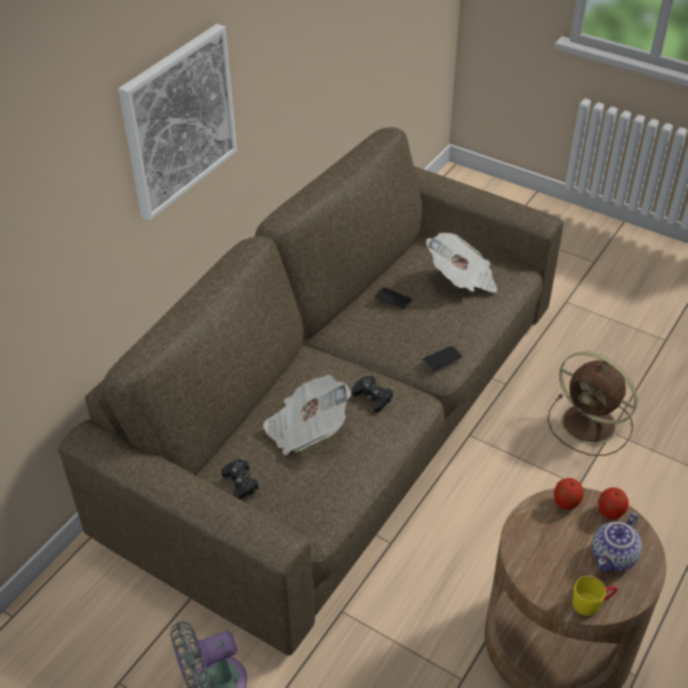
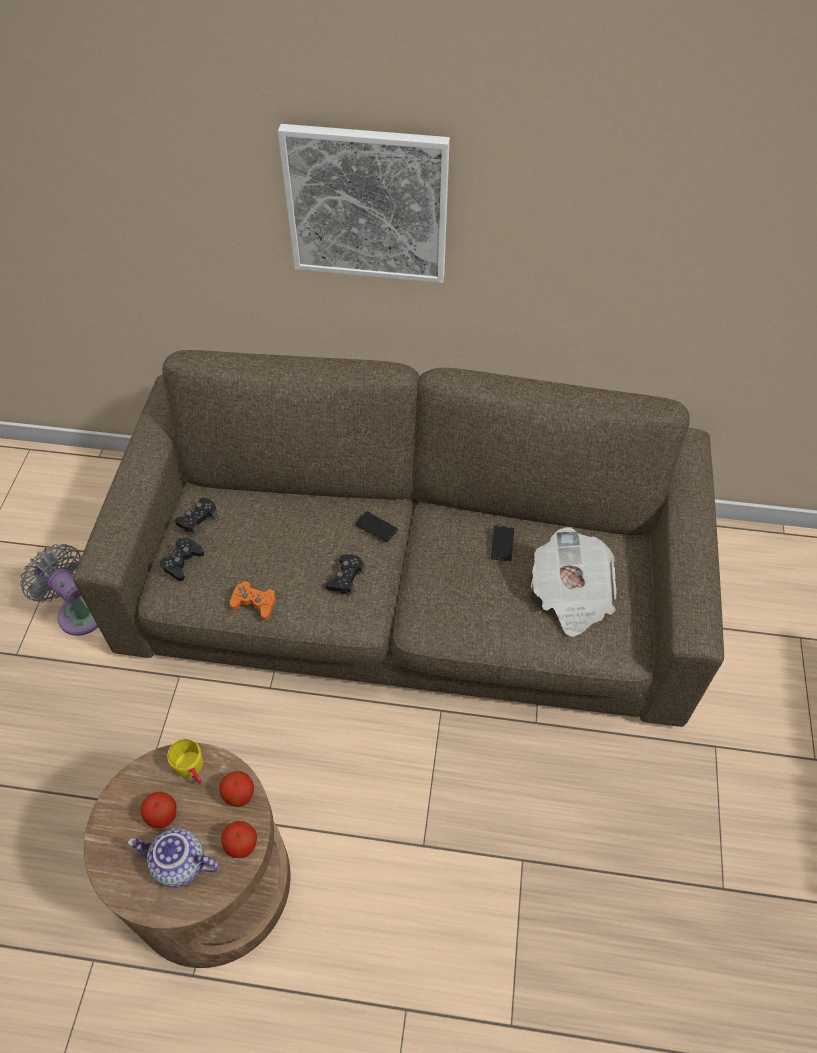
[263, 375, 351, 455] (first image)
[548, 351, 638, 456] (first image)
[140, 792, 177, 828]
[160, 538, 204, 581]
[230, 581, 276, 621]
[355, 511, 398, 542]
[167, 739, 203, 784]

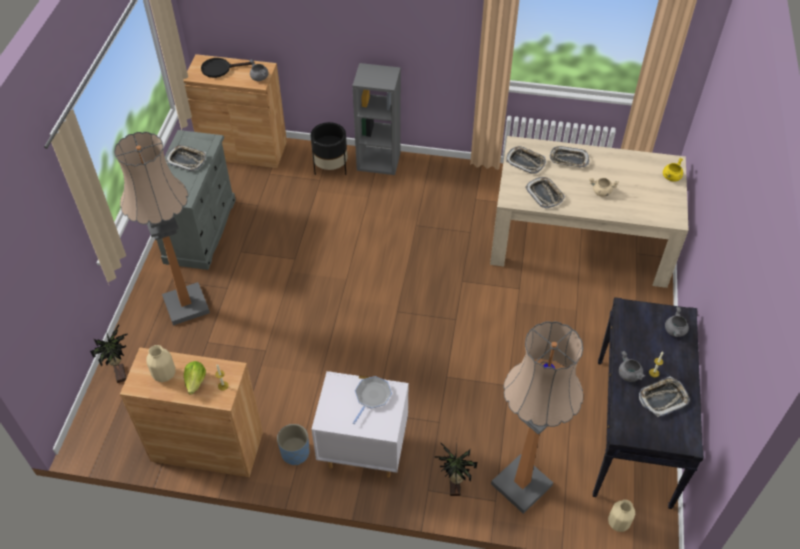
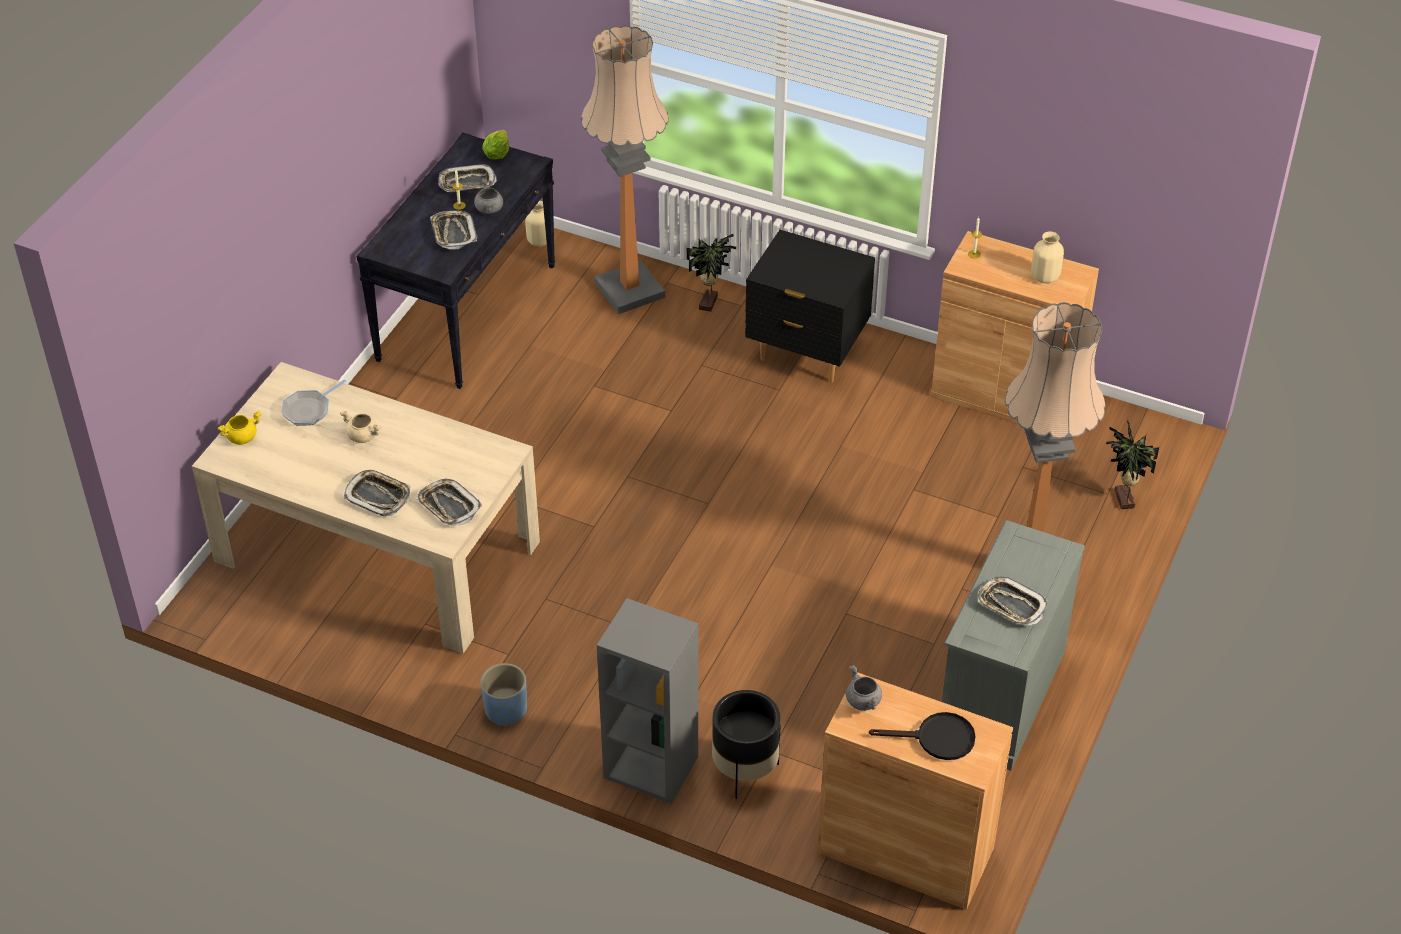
[665, 307, 689, 337] (first image)
[482, 129, 509, 160]
[480, 663, 527, 726]
[281, 380, 346, 426]
[430, 210, 477, 250]
[745, 230, 875, 382]

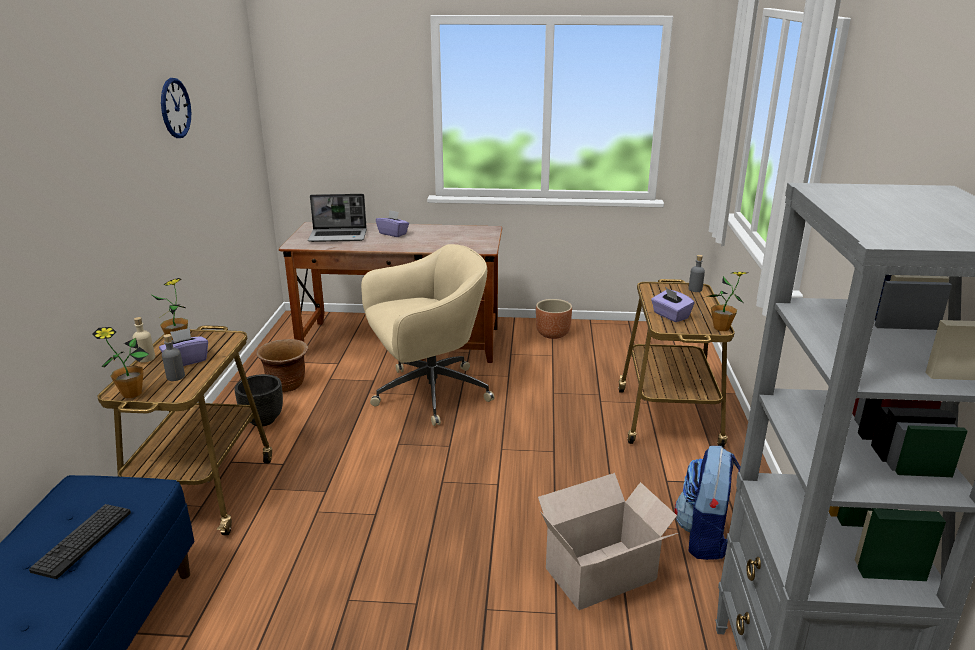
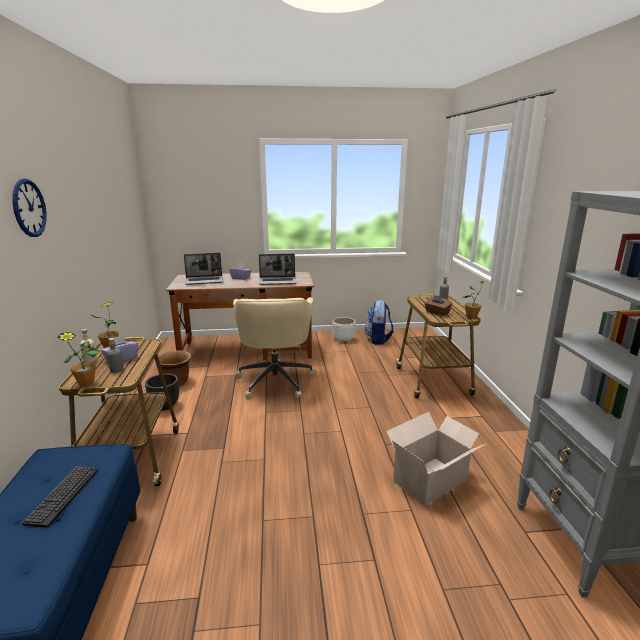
[259, 254, 296, 285]
[12, 178, 47, 237]
[365, 300, 393, 345]
[333, 317, 356, 342]
[424, 295, 452, 316]
[233, 297, 316, 399]

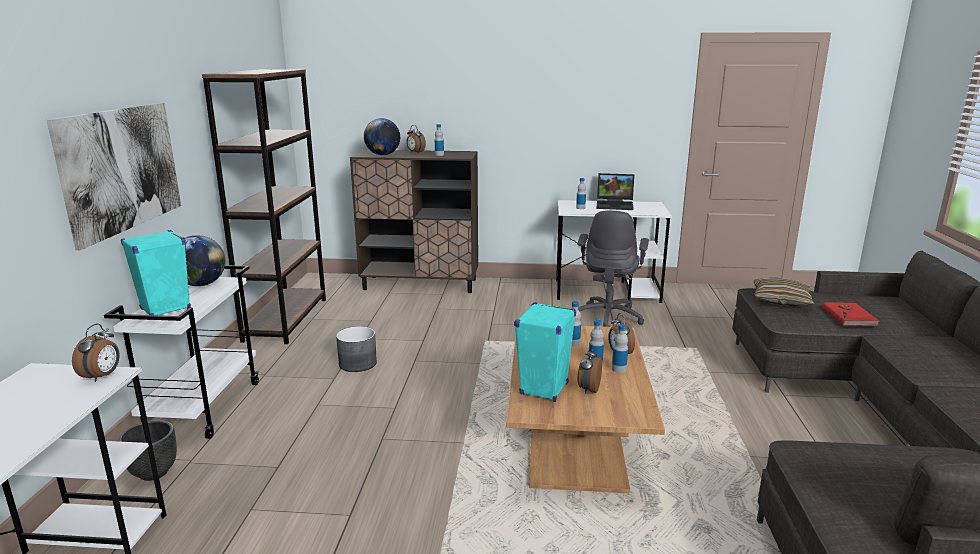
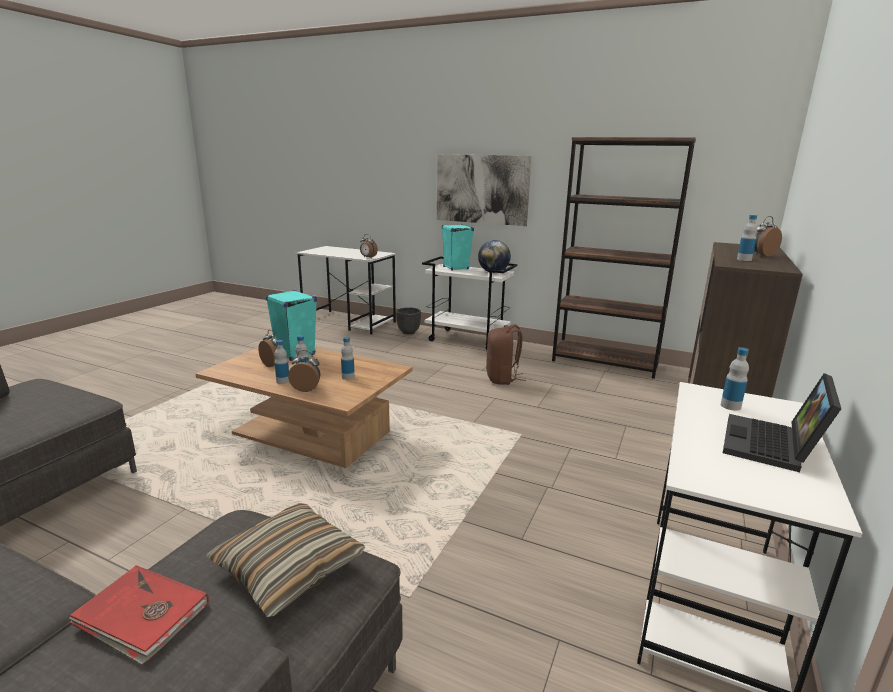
[364, 118, 400, 155] (first image)
[577, 210, 649, 327] (first image)
[486, 324, 526, 385]

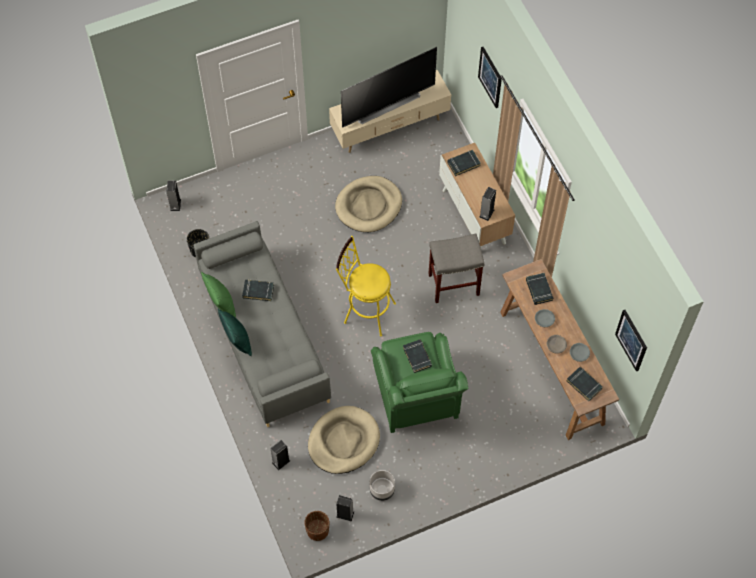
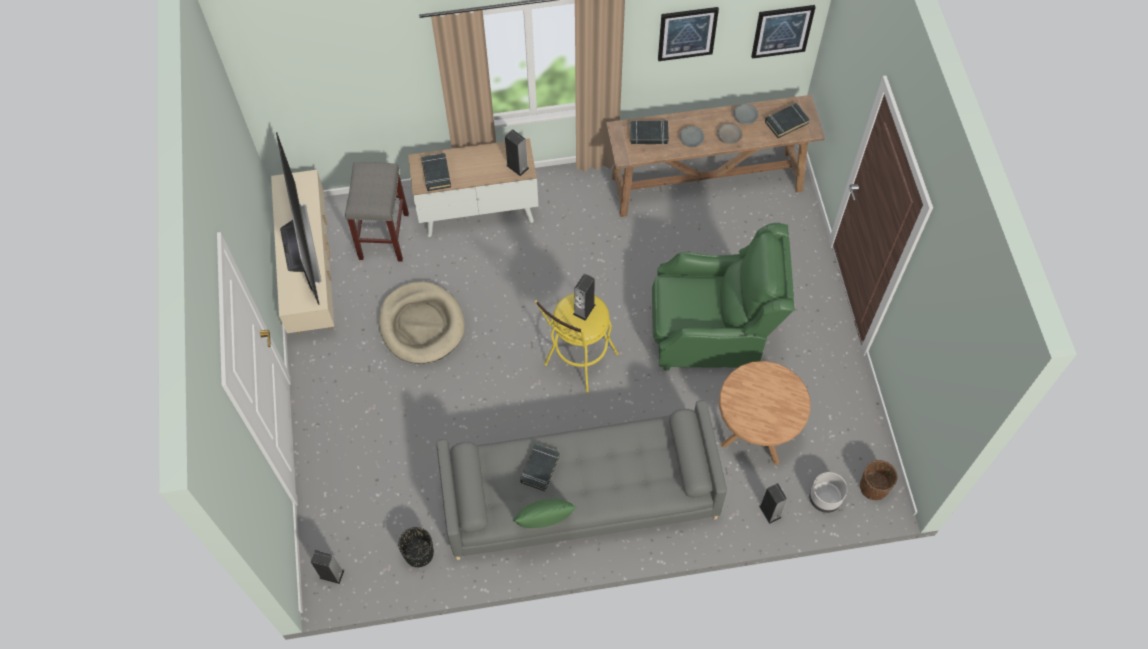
[218, 309, 252, 356] (first image)
[403, 339, 432, 373] (first image)
[573, 273, 595, 321]
[809, 472, 847, 513]
[345, 162, 409, 262]
[658, 7, 719, 61]
[719, 361, 811, 465]

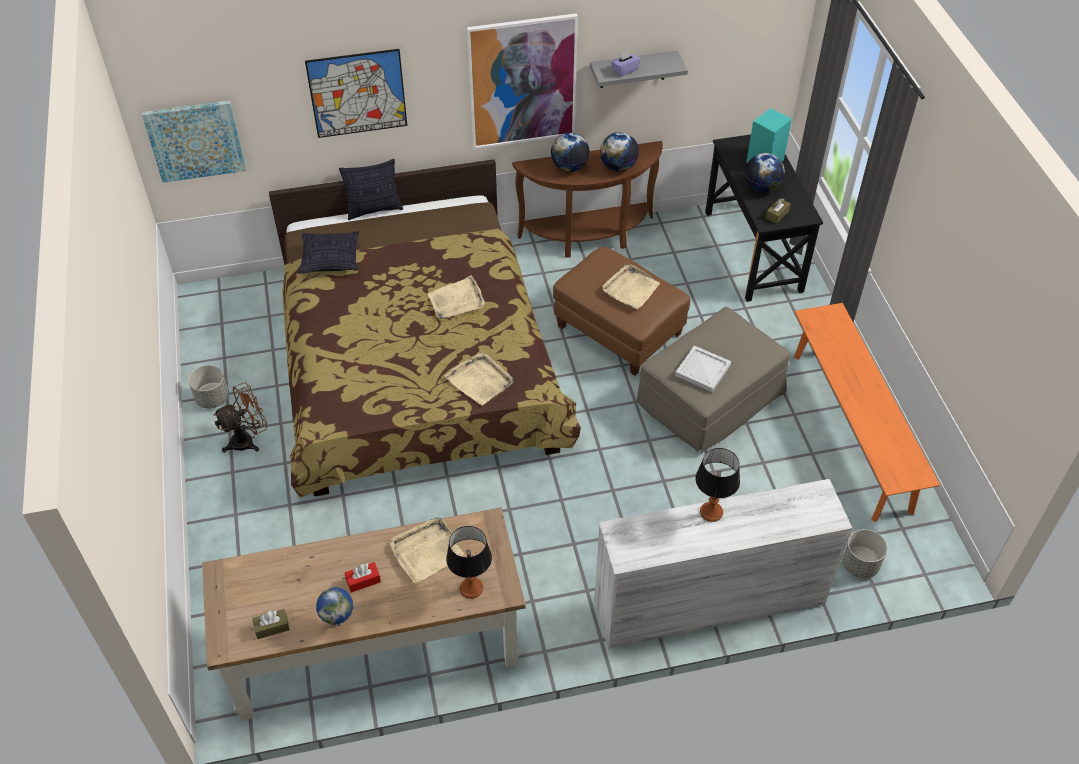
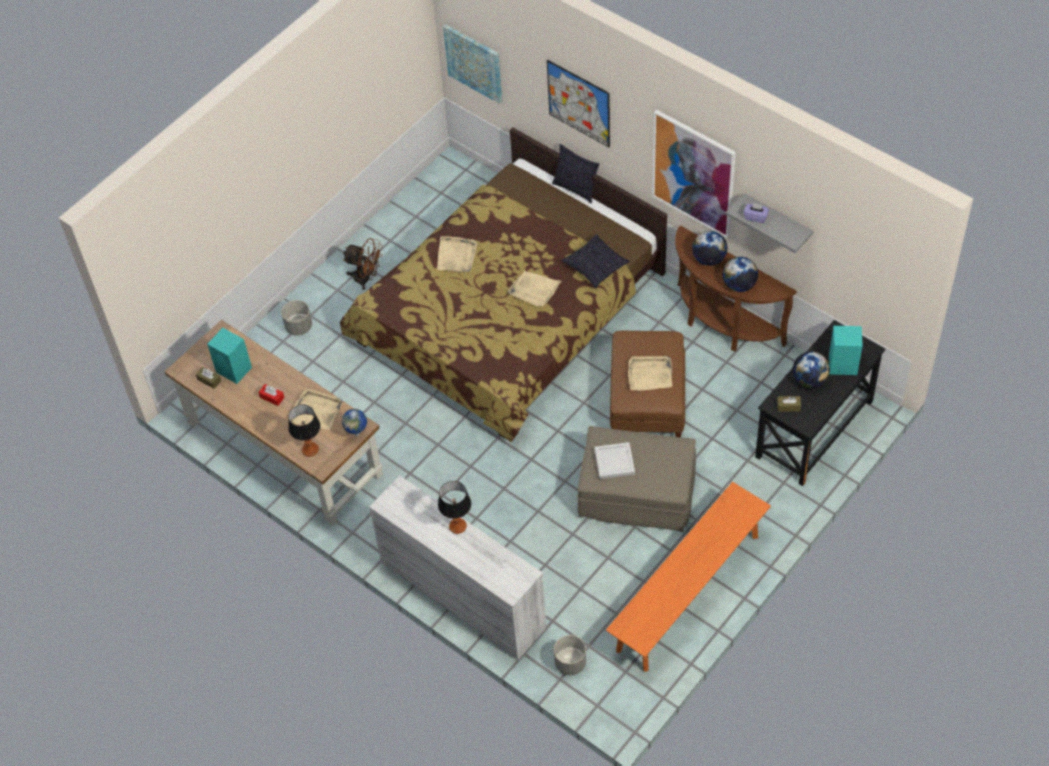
[207, 328, 252, 384]
[281, 300, 312, 336]
[561, 234, 630, 288]
[342, 409, 367, 437]
[437, 236, 478, 272]

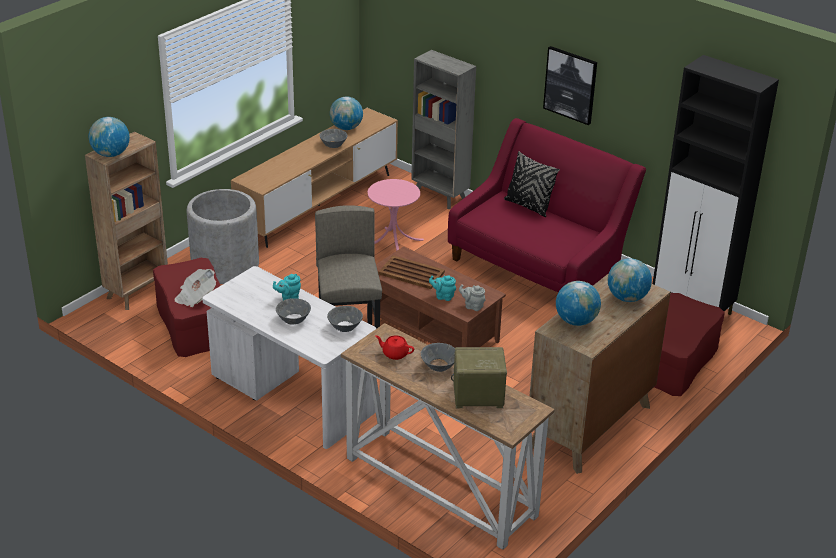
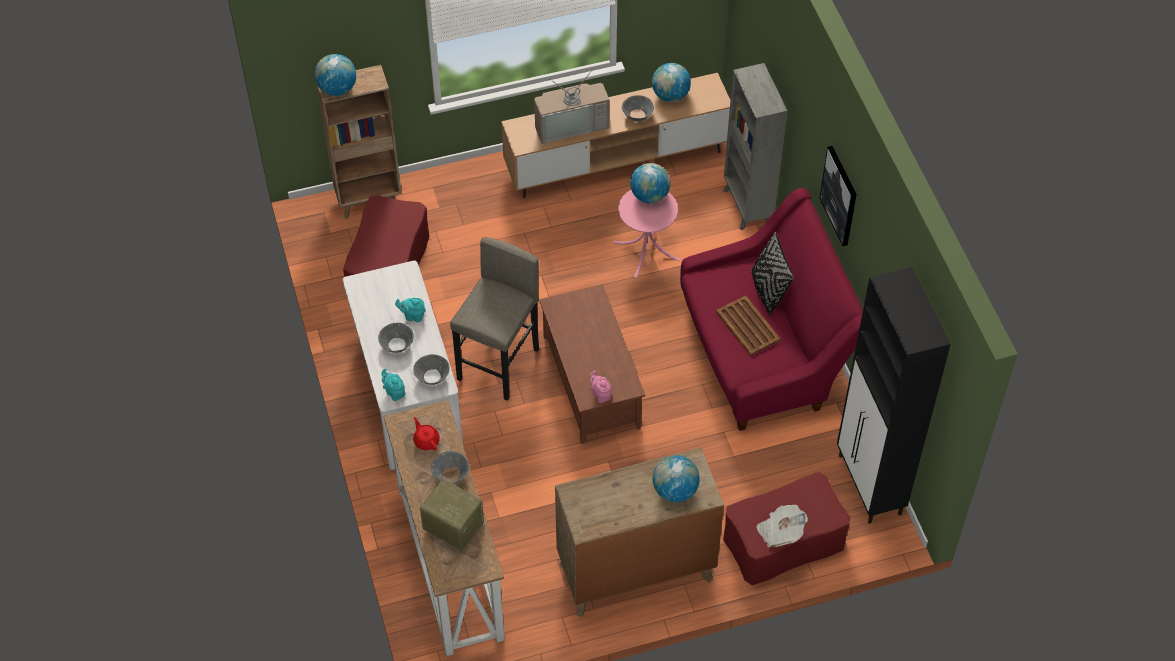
[187, 189, 259, 284] (first image)
[534, 68, 610, 144]
[757, 504, 808, 547]
[716, 295, 781, 356]
[381, 368, 405, 401]
[630, 163, 671, 203]
[590, 370, 611, 403]

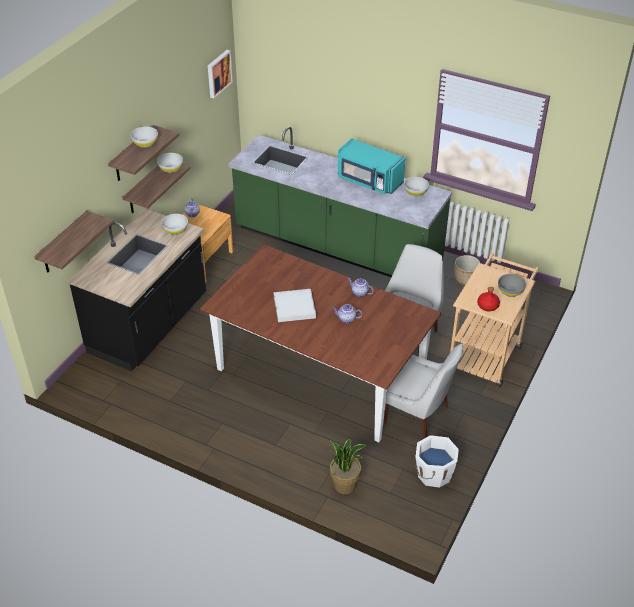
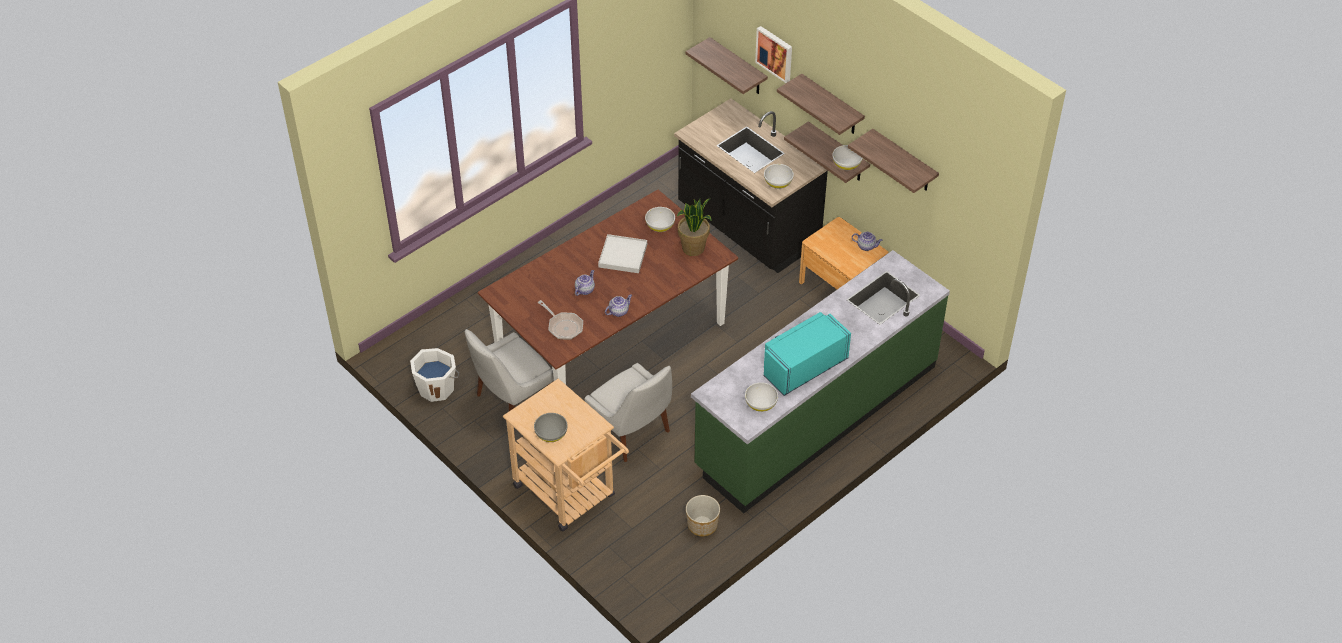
[477, 287, 500, 311] (first image)
[538, 300, 583, 340]
[848, 129, 939, 193]
[645, 207, 675, 232]
[755, 26, 792, 83]
[677, 198, 712, 256]

